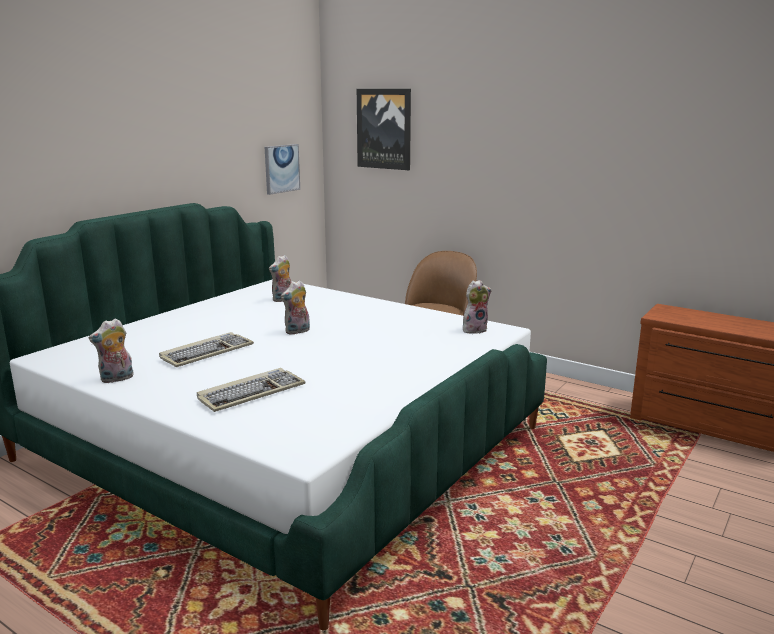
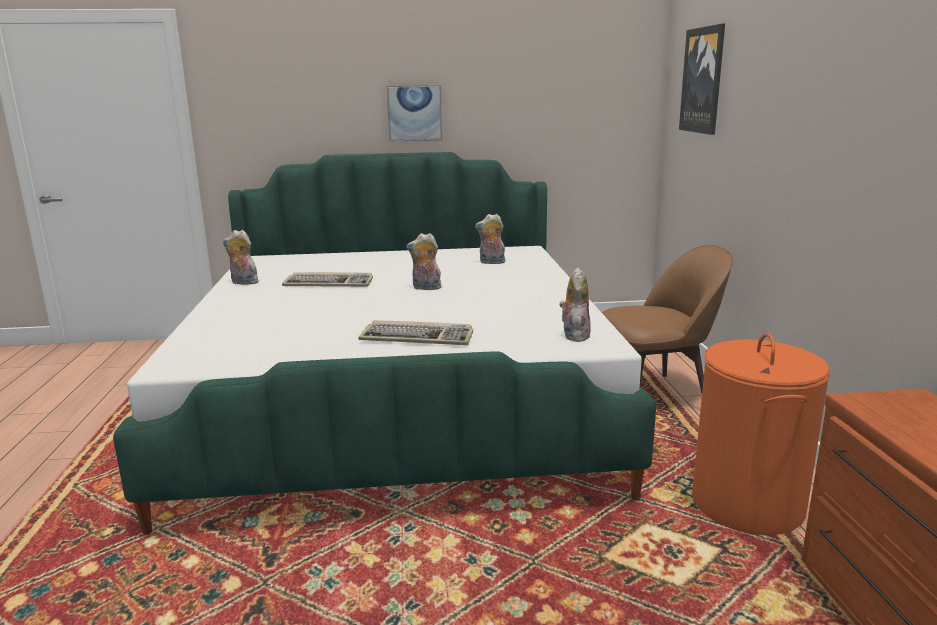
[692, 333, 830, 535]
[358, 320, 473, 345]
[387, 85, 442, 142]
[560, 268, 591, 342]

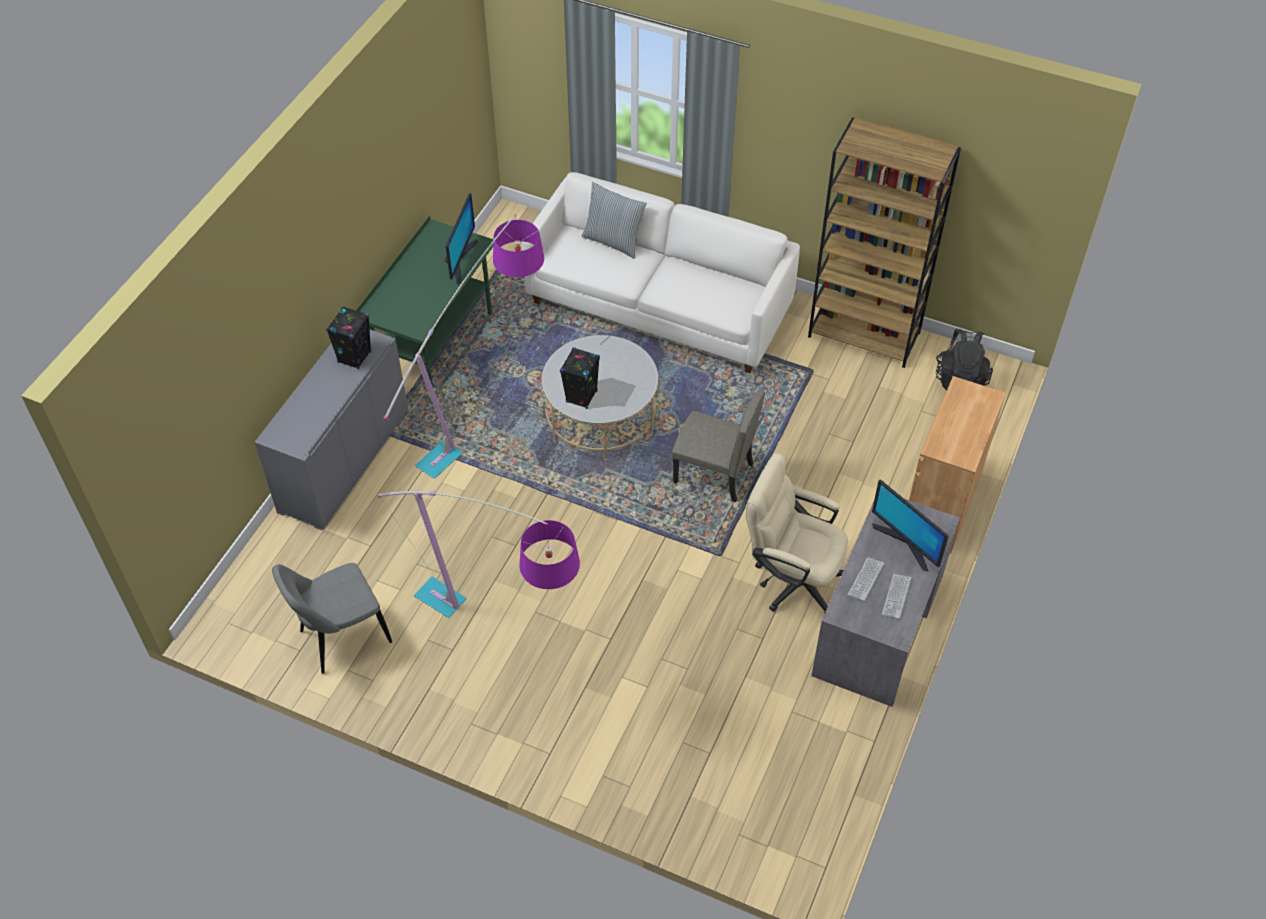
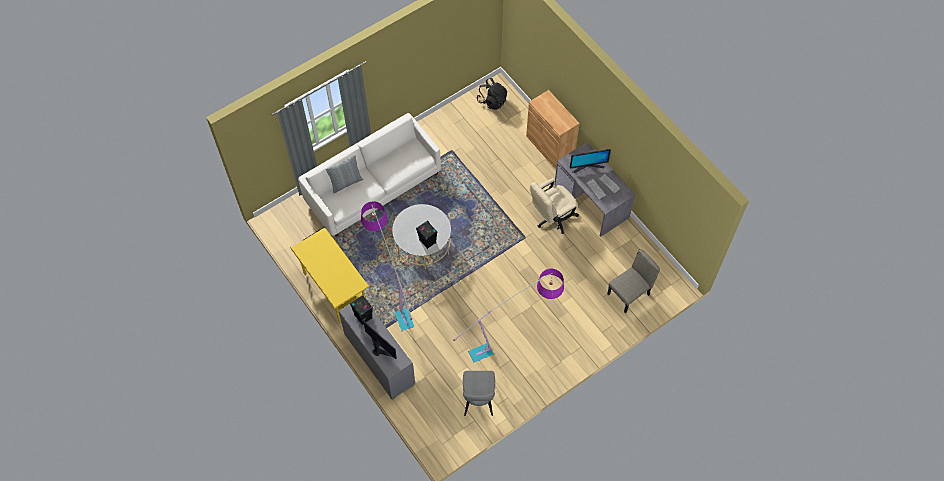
[808, 117, 961, 368] (first image)
[363, 321, 397, 359]
[607, 249, 660, 313]
[290, 228, 369, 323]

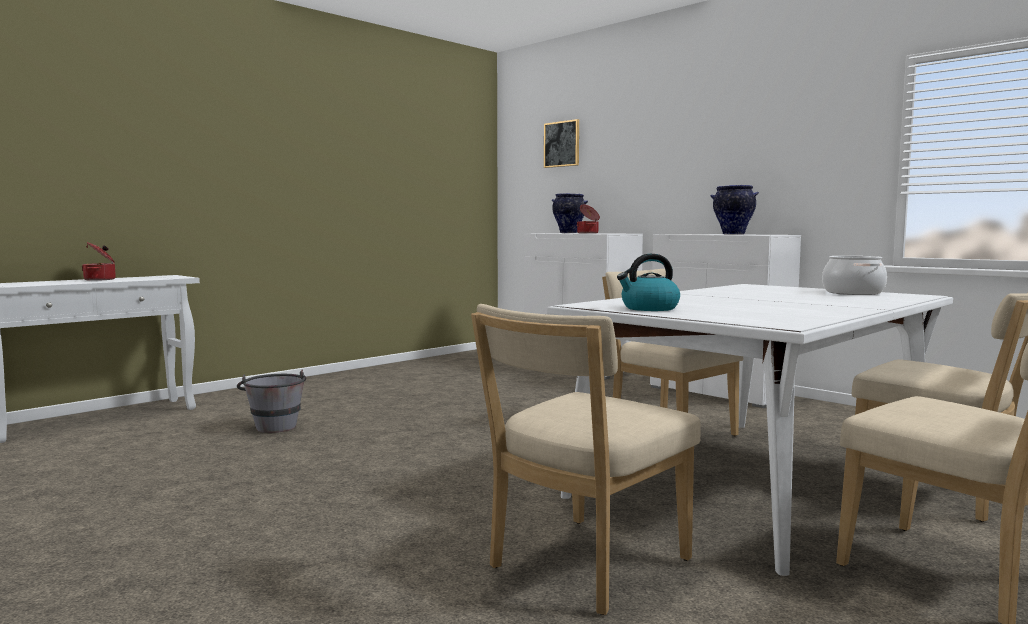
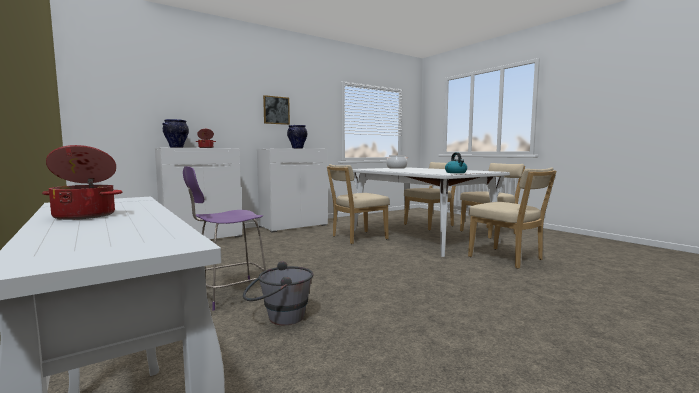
[183, 166, 266, 310]
[263, 95, 290, 125]

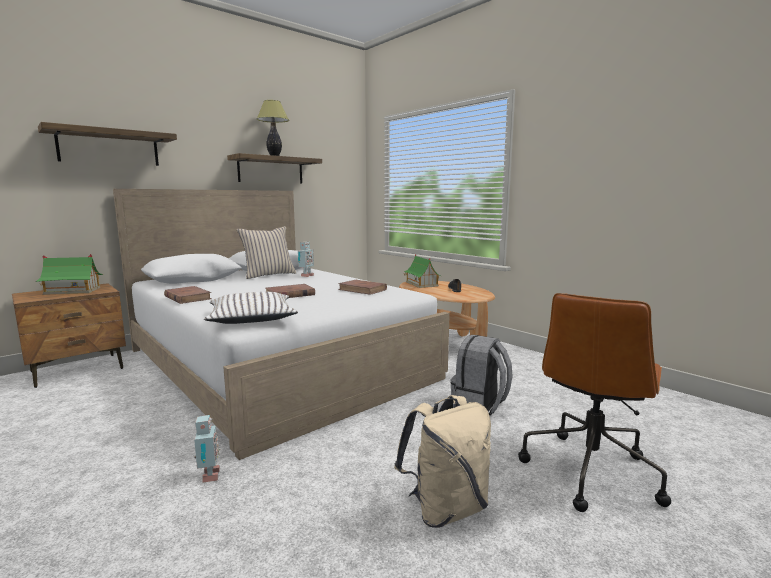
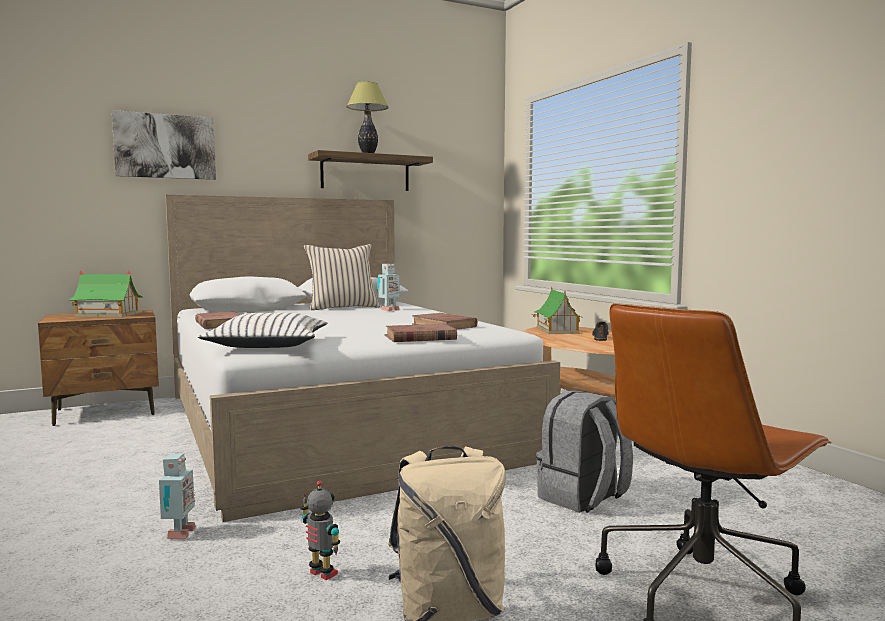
[300, 481, 340, 580]
[385, 324, 457, 342]
[112, 110, 216, 180]

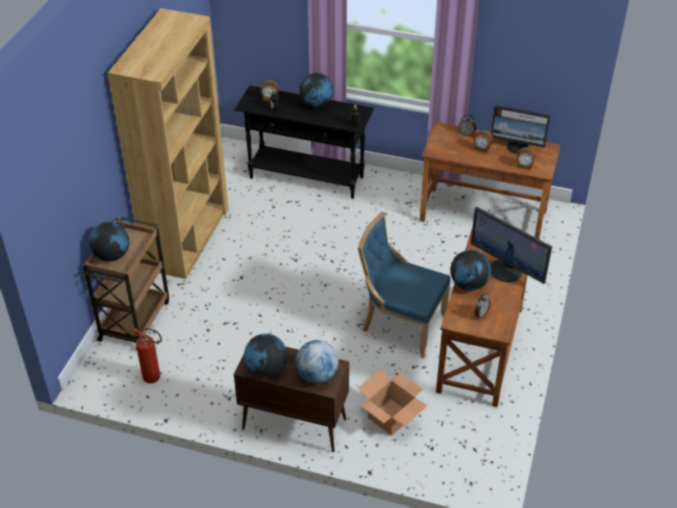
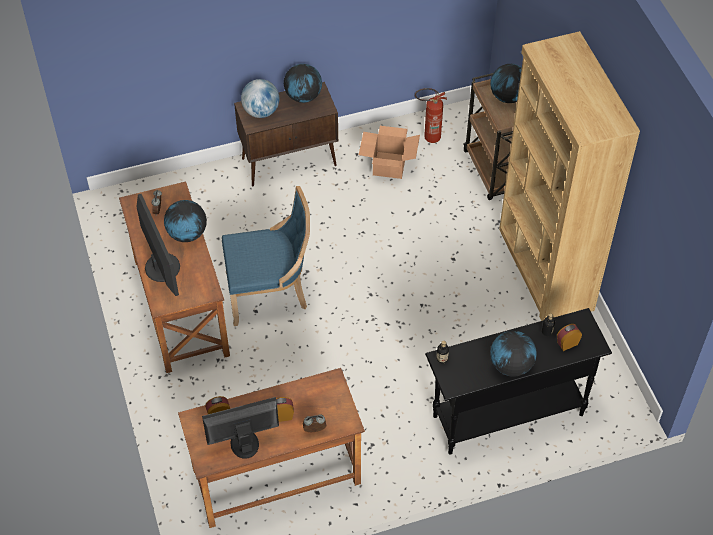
[359, 126, 420, 179]
[136, 194, 180, 296]

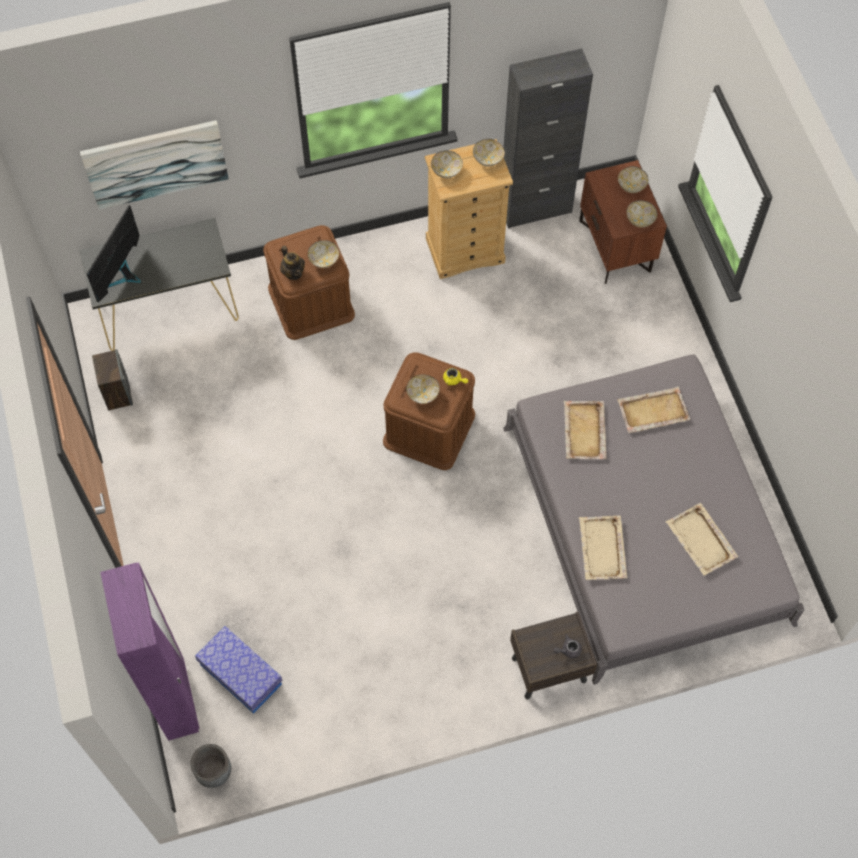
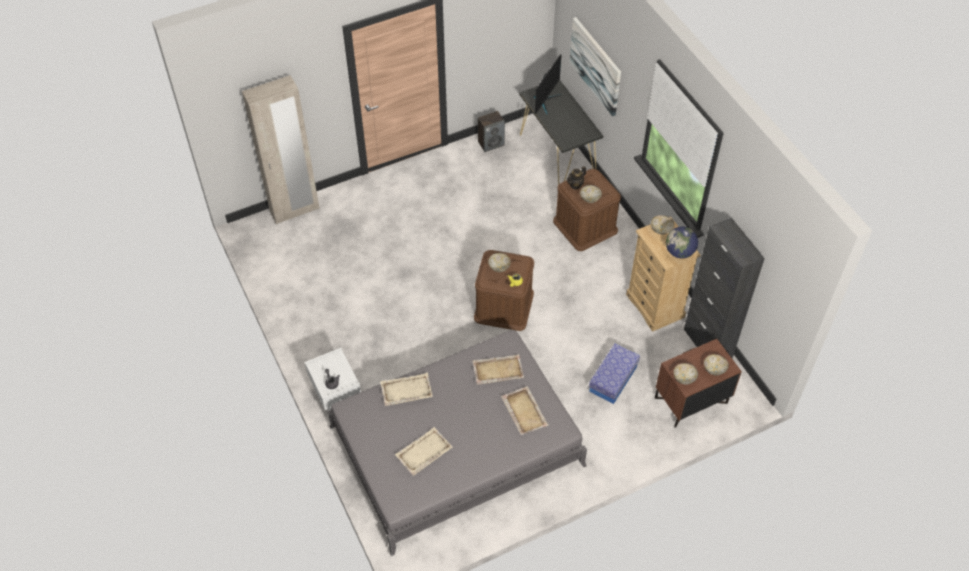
[191, 744, 231, 788] (first image)
[589, 344, 640, 404]
[666, 227, 698, 259]
[242, 75, 320, 224]
[305, 348, 361, 421]
[534, 54, 562, 115]

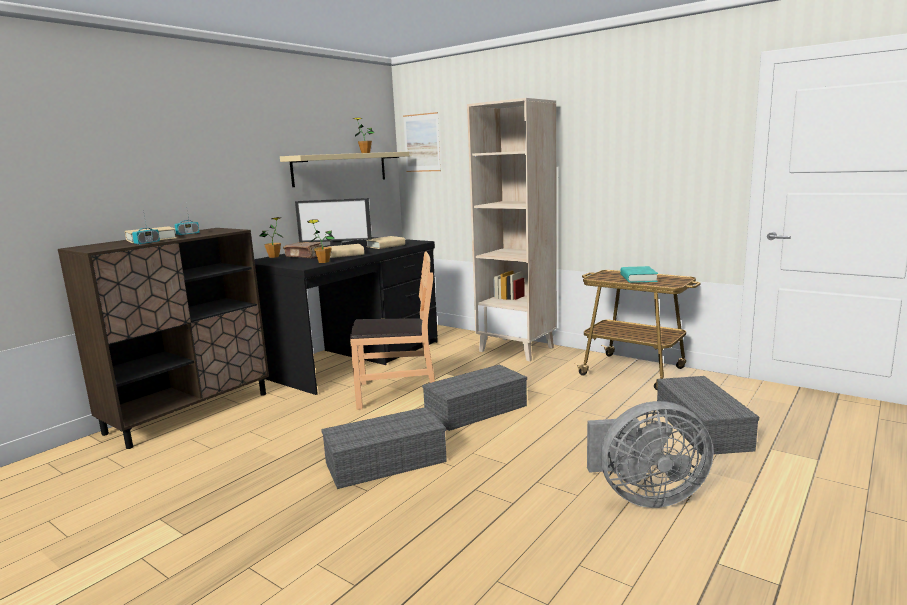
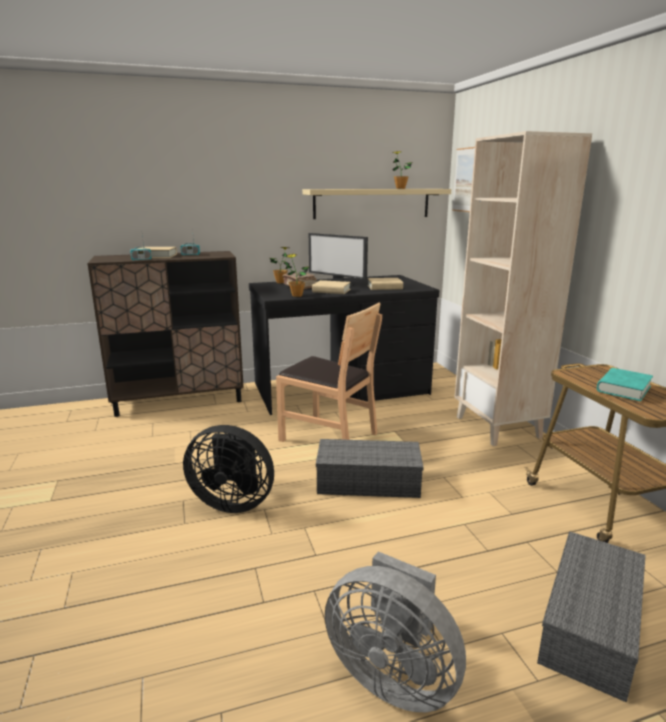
[183, 425, 274, 513]

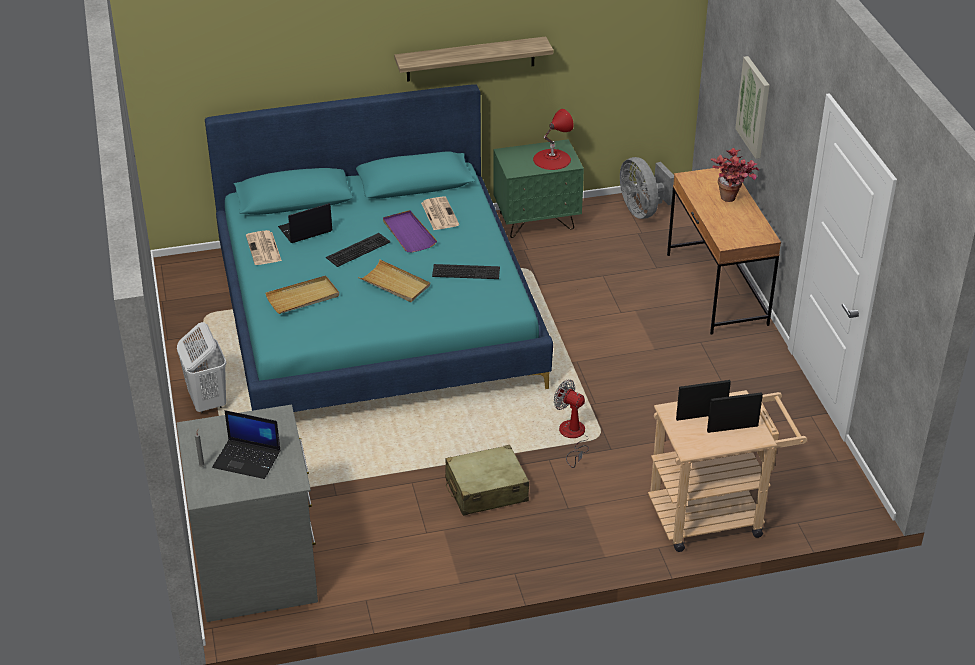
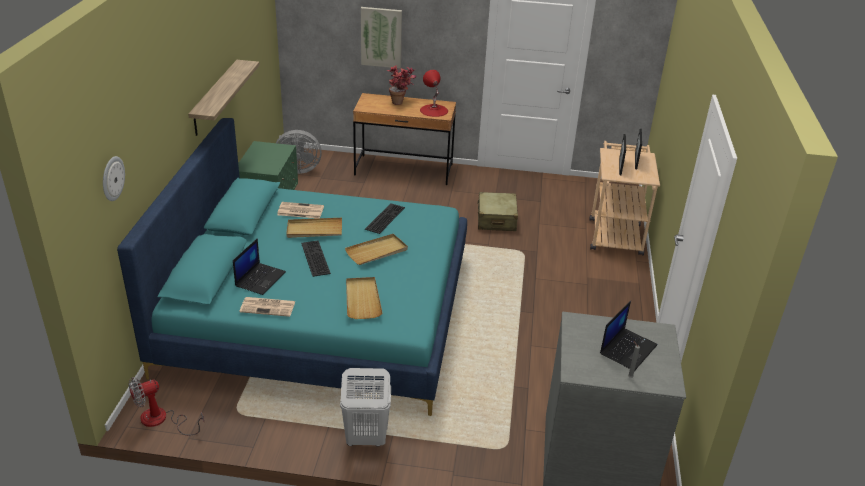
[103, 156, 125, 201]
[477, 192, 518, 231]
[420, 70, 448, 117]
[129, 377, 205, 435]
[286, 218, 342, 238]
[233, 238, 286, 295]

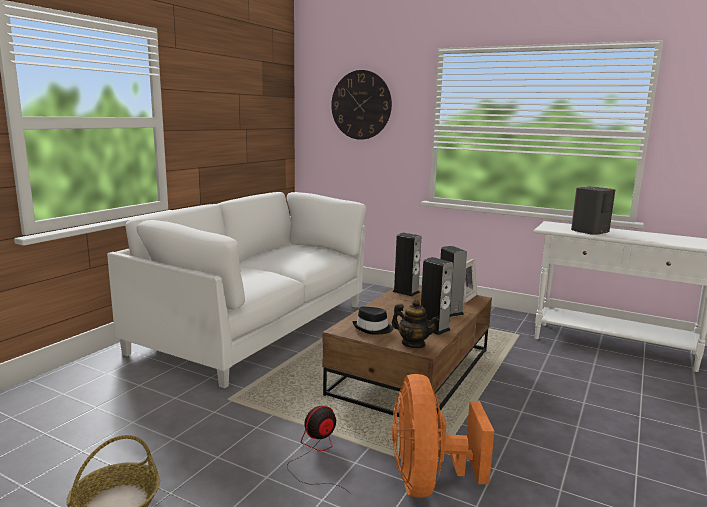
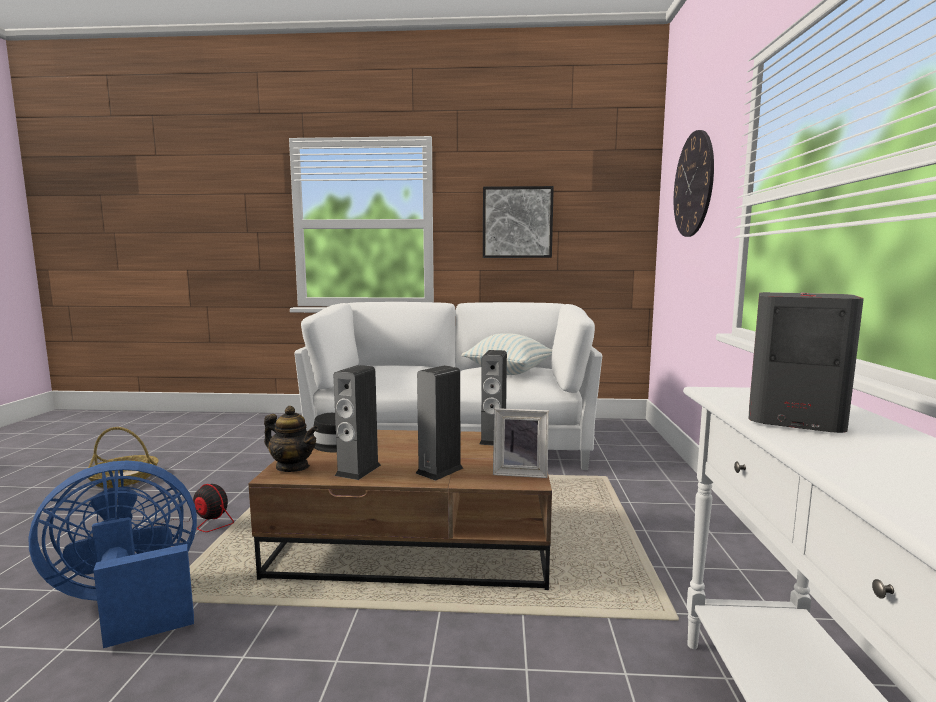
[461, 333, 552, 375]
[483, 186, 554, 258]
[28, 460, 197, 648]
[264, 406, 318, 472]

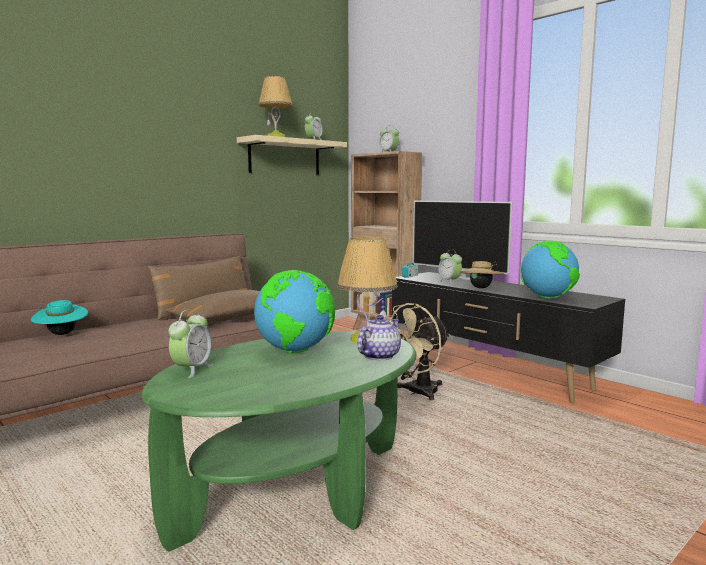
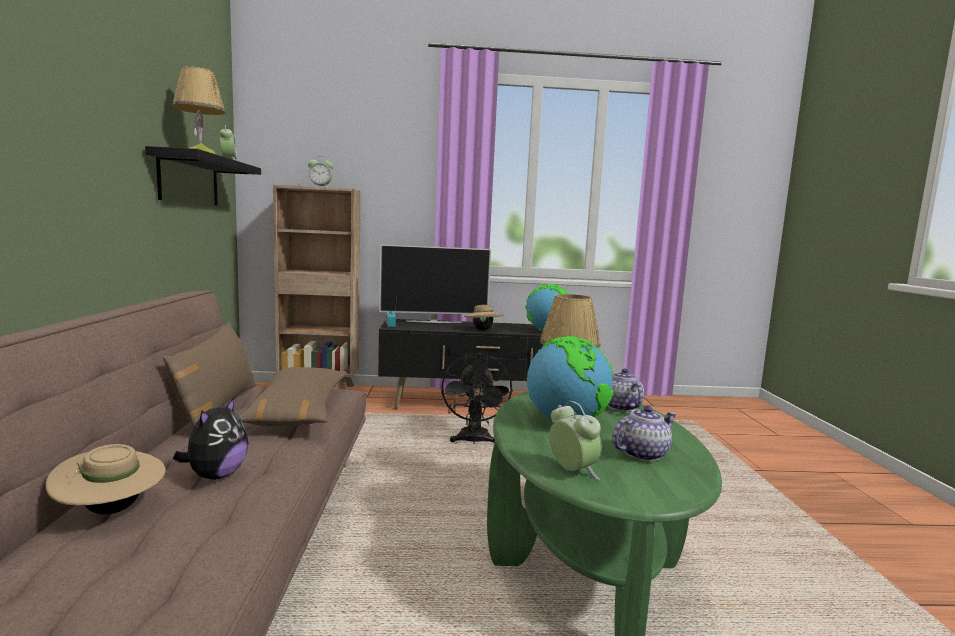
[438, 249, 462, 284] (first image)
[173, 398, 248, 480]
[612, 406, 677, 461]
[46, 444, 166, 514]
[145, 146, 261, 206]
[441, 353, 513, 444]

